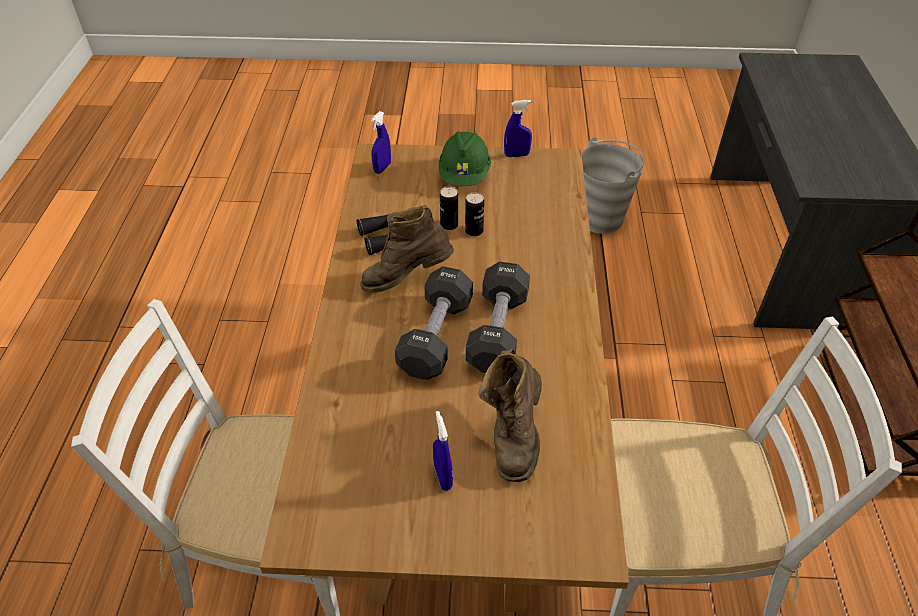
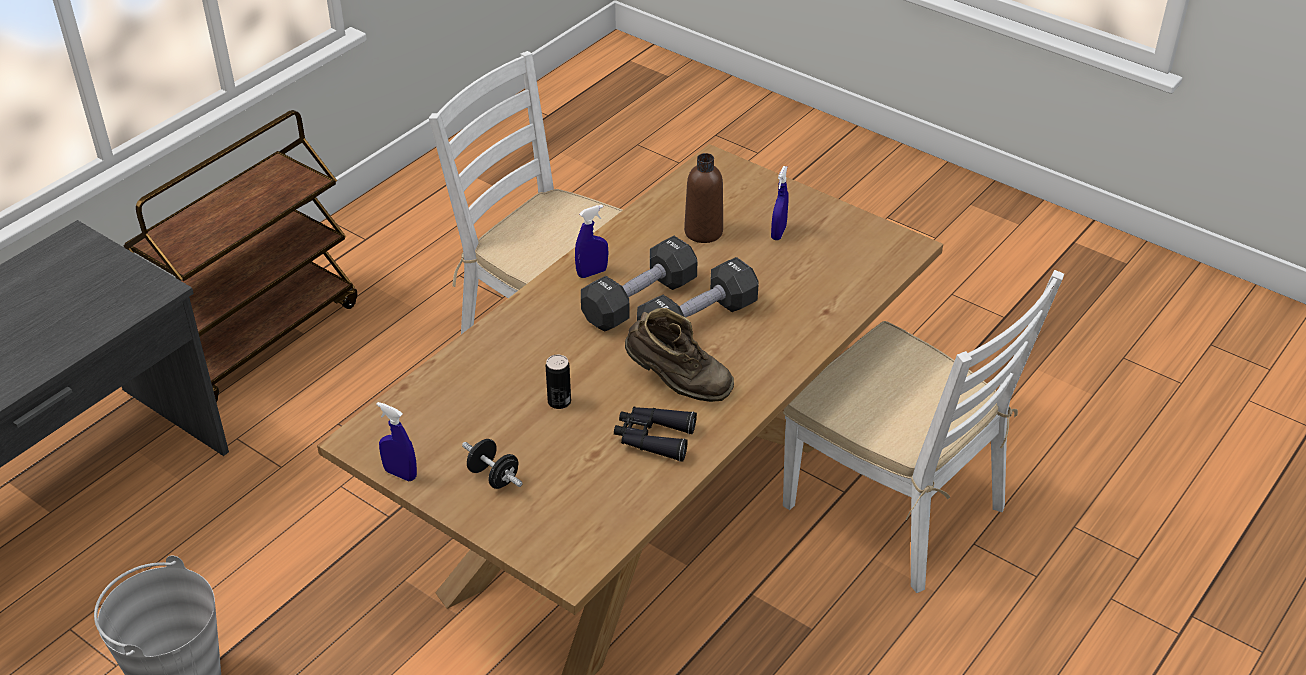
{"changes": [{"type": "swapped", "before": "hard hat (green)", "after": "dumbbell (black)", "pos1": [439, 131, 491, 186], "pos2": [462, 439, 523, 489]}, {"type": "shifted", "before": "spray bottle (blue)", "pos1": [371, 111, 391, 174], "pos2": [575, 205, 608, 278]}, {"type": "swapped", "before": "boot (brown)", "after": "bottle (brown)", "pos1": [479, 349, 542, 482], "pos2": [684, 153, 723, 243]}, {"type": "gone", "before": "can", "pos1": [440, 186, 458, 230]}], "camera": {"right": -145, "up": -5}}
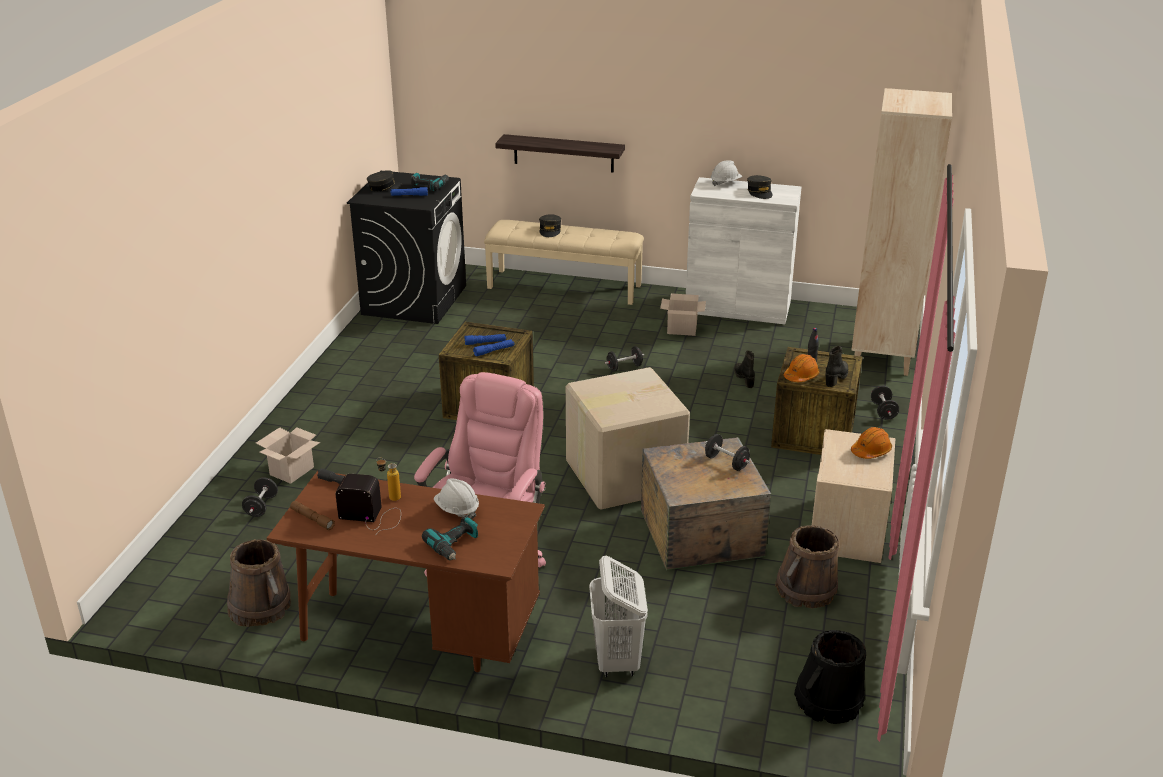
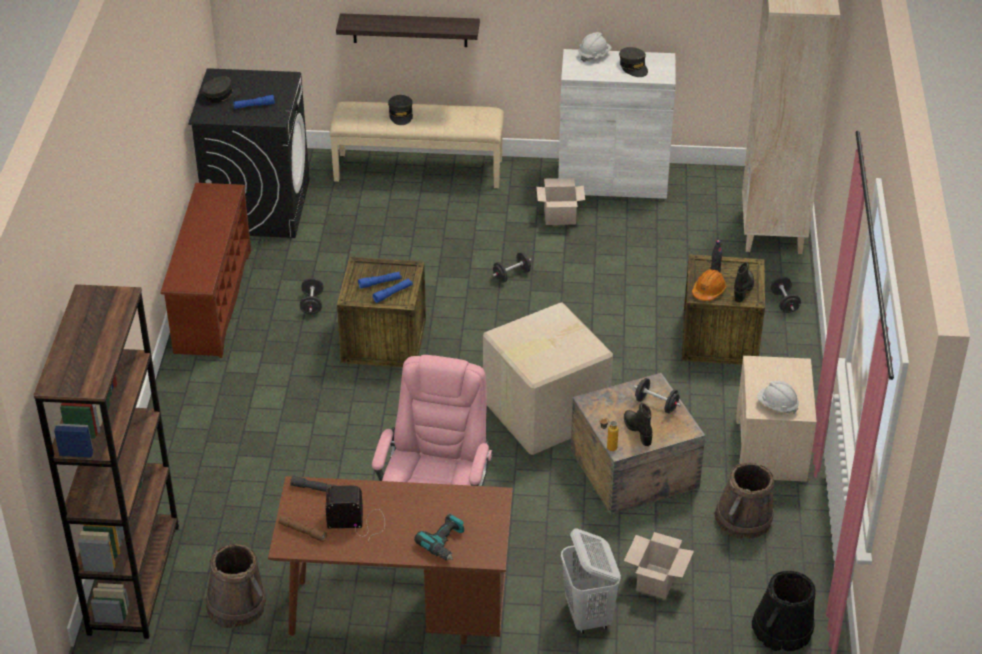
{"changes": [{"type": "new", "after": "bookcase (brown)", "pos2": [34, 284, 179, 639]}, {"type": "new", "after": "shoe rack (brown)", "pos2": [160, 183, 251, 358]}, {"type": "shifted", "before": "dumbbell (black)", "pos1": [242, 477, 278, 517], "pos2": [300, 278, 323, 314]}, {"type": "shifted", "before": "bottle", "pos1": [376, 457, 401, 501], "pos2": [600, 418, 619, 451]}, {"type": "shifted", "before": "boot (black)", "pos1": [734, 350, 755, 388], "pos2": [624, 403, 652, 446]}, {"type": "shifted", "before": "cardboard box", "pos1": [256, 427, 320, 484], "pos2": [624, 532, 694, 599]}, {"type": "shifted", "before": "hard hat (white)", "pos1": [434, 479, 479, 519], "pos2": [757, 381, 799, 413]}, {"type": "gone", "before": "power drill", "pos1": [411, 173, 449, 191]}, {"type": "gone", "before": "hard hat (orange)", "pos1": [851, 427, 892, 459]}], "camera": {"right": -10, "up": 10}}
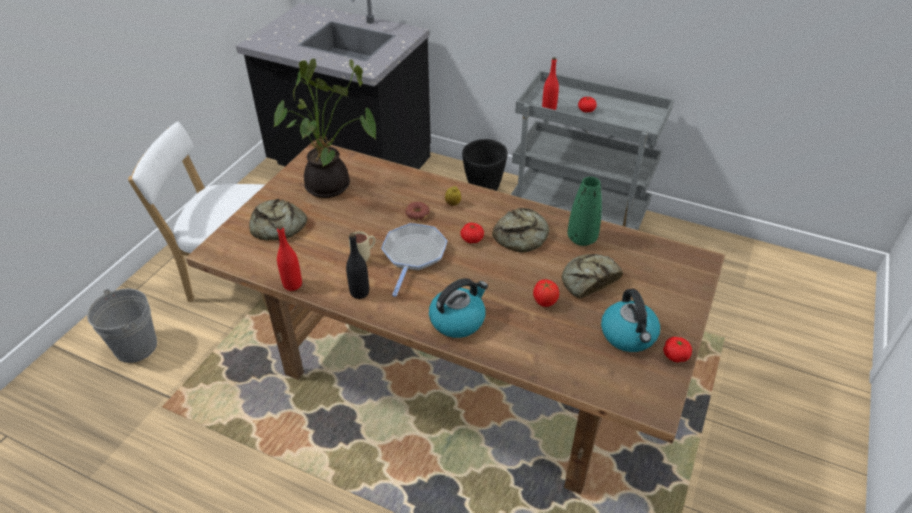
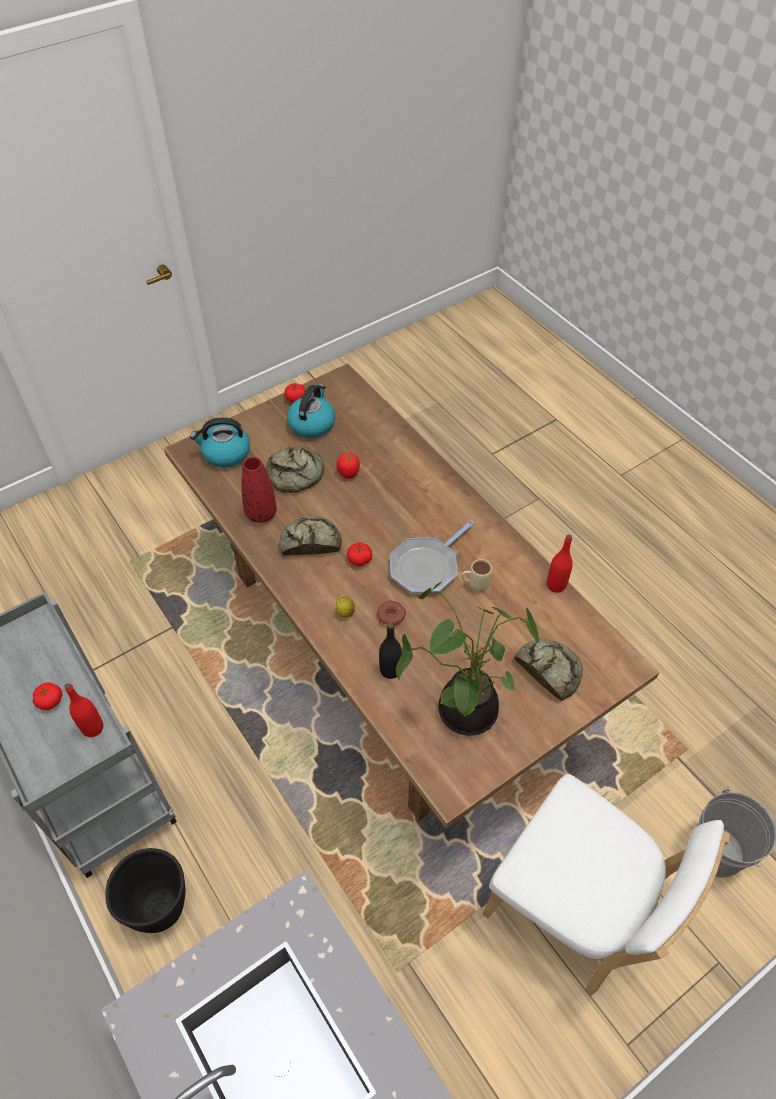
{"changes": [{"type": "shifted", "before": "kettle", "pos1": [429, 278, 488, 338], "pos2": [190, 417, 250, 467]}, {"type": "repainted", "before": "vase (green)", "after": "vase (red)", "pos1": [568, 177, 602, 246], "pos2": [241, 457, 277, 523]}, {"type": "shifted", "before": "bottle (black)", "pos1": [346, 233, 369, 299], "pos2": [379, 623, 402, 679]}], "camera": {"right": -150, "up": 10}}
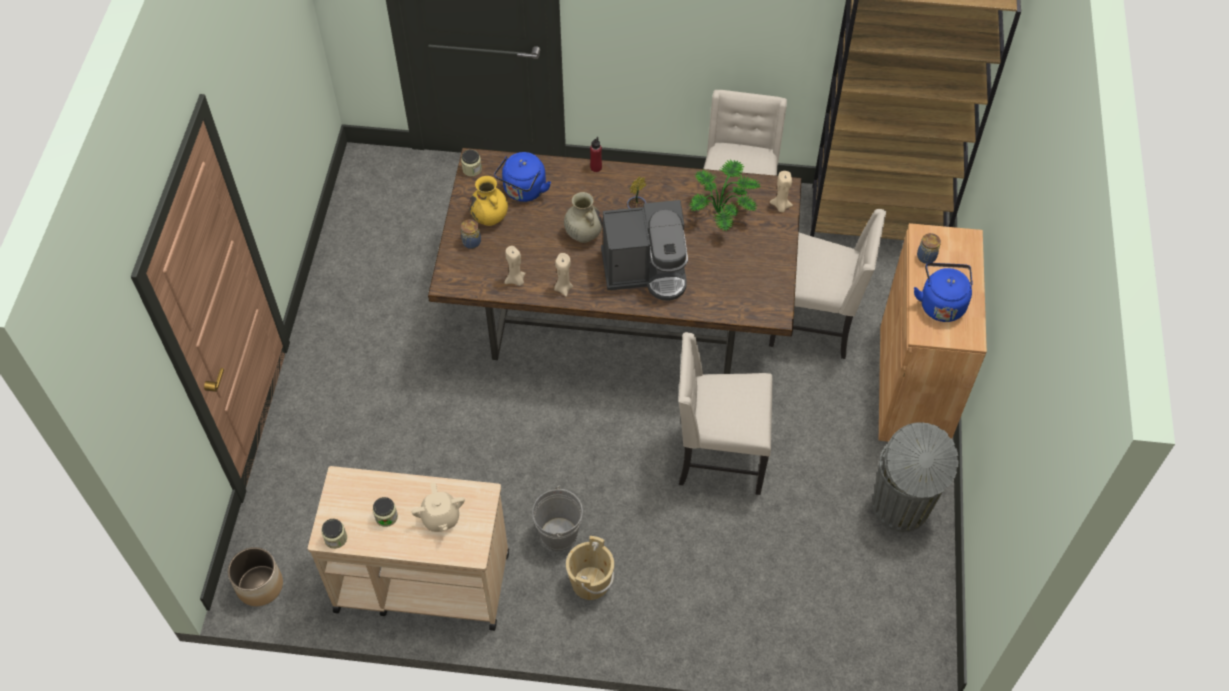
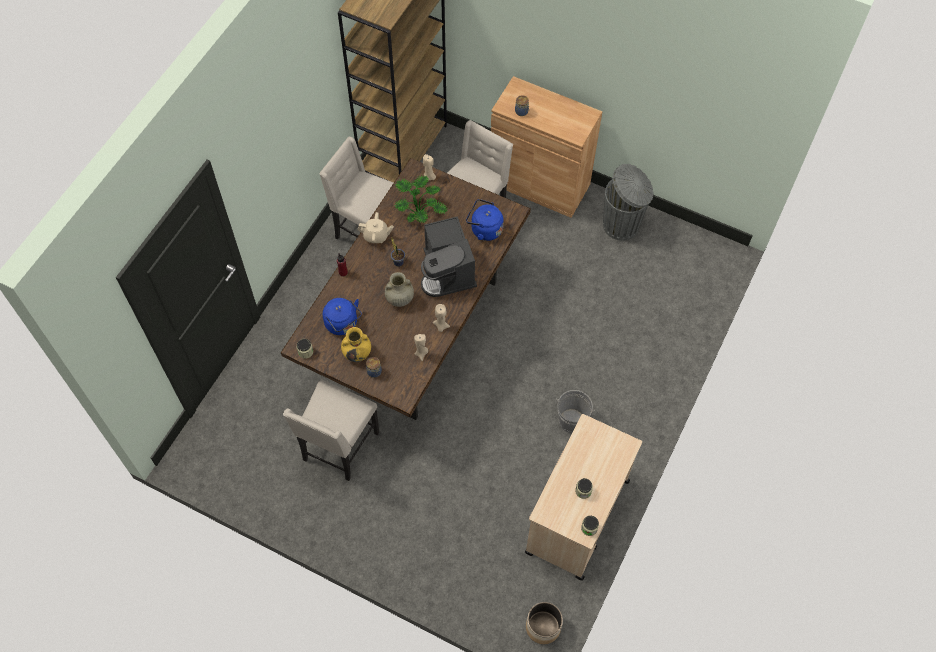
{"changes": [{"type": "shifted", "before": "chair (beige)", "pos1": [678, 332, 773, 495], "pos2": [283, 379, 379, 481]}, {"type": "shifted", "before": "teapot (beige)", "pos1": [412, 482, 465, 532], "pos2": [358, 212, 394, 243]}, {"type": "rotated", "before": "coffee machine", "pos1": [601, 200, 688, 301], "pos2": [421, 216, 477, 297], "turn": 150}, {"type": "shifted", "before": "kettle (blue)", "pos1": [914, 263, 973, 322], "pos2": [466, 199, 504, 241]}, {"type": "gone", "before": "bucket (beige)", "pos1": [566, 536, 614, 600]}], "camera": {"right": -70, "up": 5}}
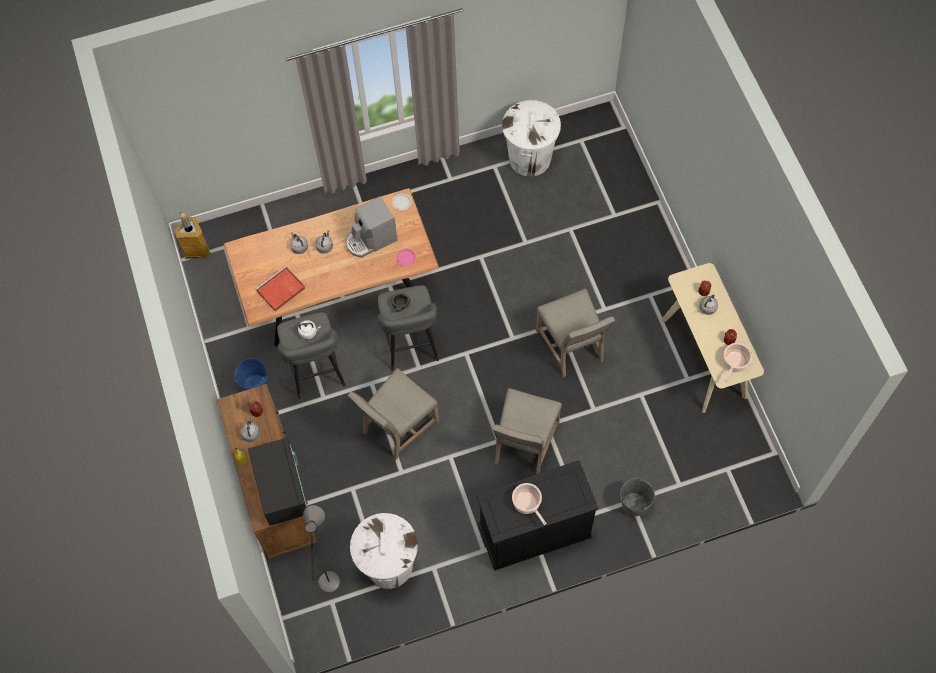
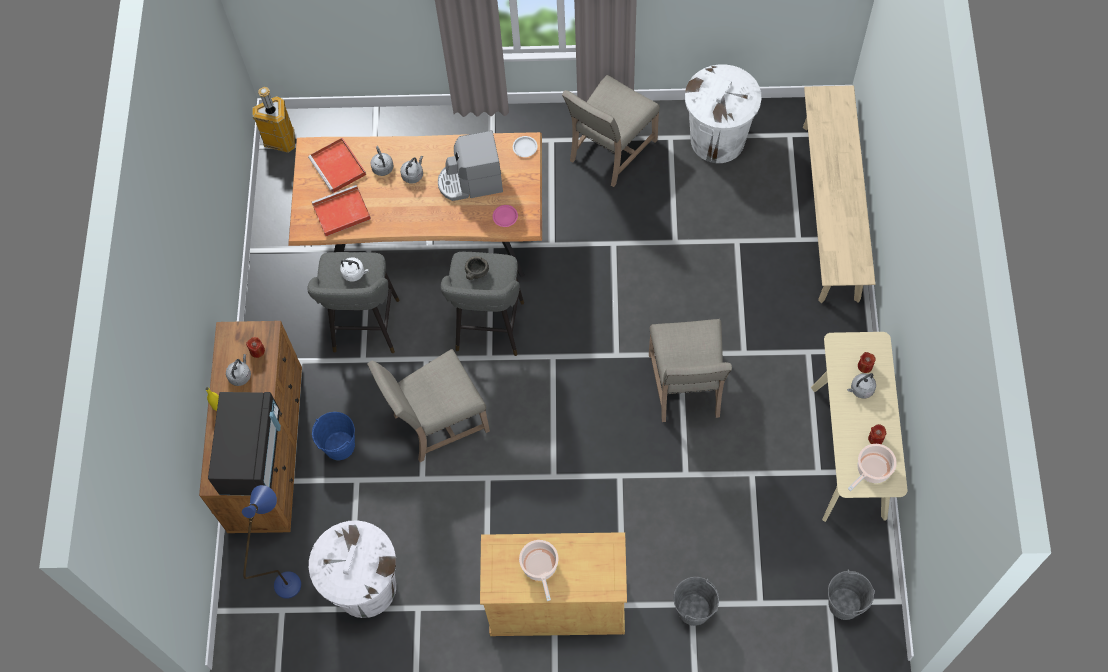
{"changes": [{"type": "repainted", "before": "floor lamp (grey)", "after": "floor lamp (blue)", "pos1": [303, 505, 340, 593], "pos2": [242, 485, 301, 599]}, {"type": "new", "after": "tray (red)", "pos2": [308, 138, 366, 193]}, {"type": "shifted", "before": "bucket (blue)", "pos1": [234, 359, 267, 391], "pos2": [312, 412, 355, 460]}, {"type": "repainted", "before": "cabinet (black)", "after": "cabinet (beige)", "pos1": [476, 460, 598, 571], "pos2": [480, 532, 627, 636]}, {"type": "shifted", "before": "chair (beige)", "pos1": [492, 388, 562, 474], "pos2": [562, 75, 660, 187]}, {"type": "new", "after": "bench (beige)", "pos2": [803, 85, 875, 303]}, {"type": "new", "after": "bucket (grey)", "pos2": [828, 569, 875, 620]}], "camera": {"right": 20, "up": 0}}
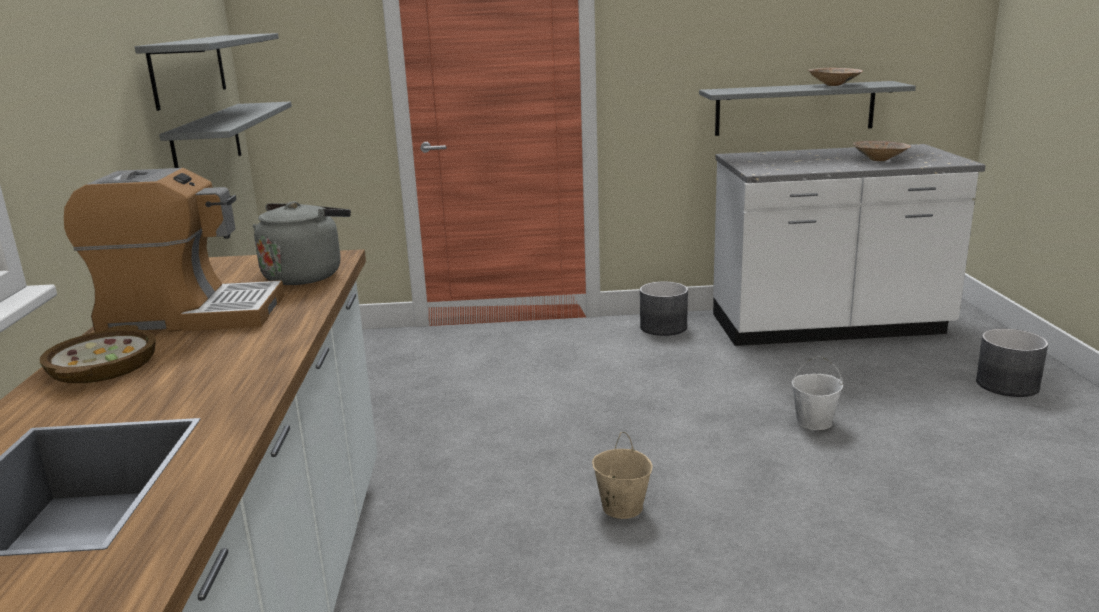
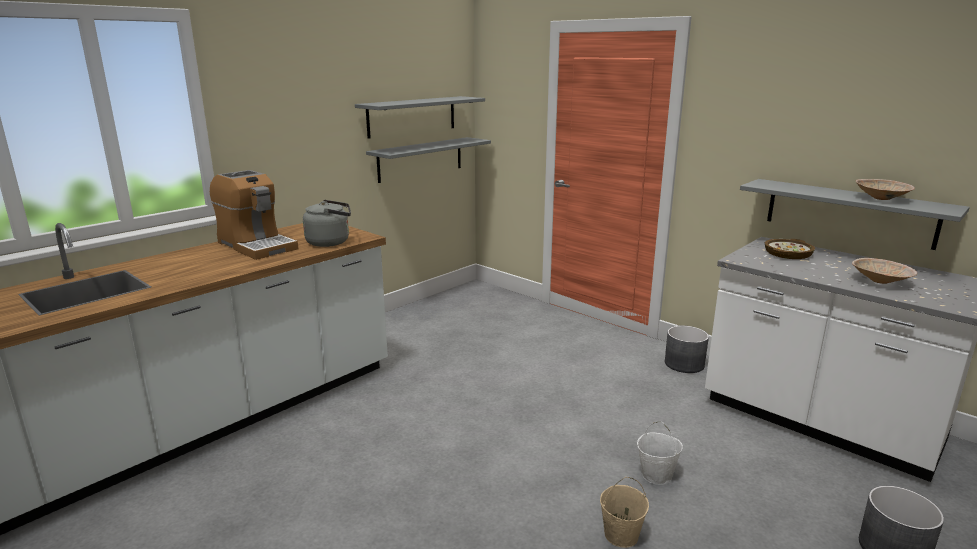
{"changes": [{"type": "shifted", "before": "bucket (beige)", "pos1": [592, 432, 653, 519], "pos2": [600, 477, 649, 548]}, {"type": "shifted", "before": "bowl", "pos1": [40, 325, 156, 383], "pos2": [765, 239, 815, 259]}], "camera": {"right": 45, "up": 0}}
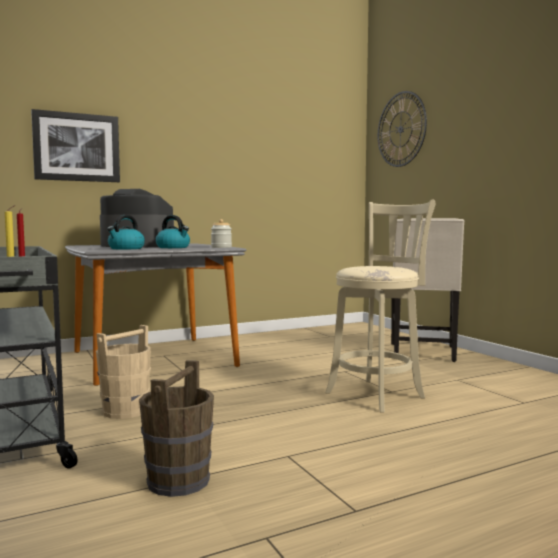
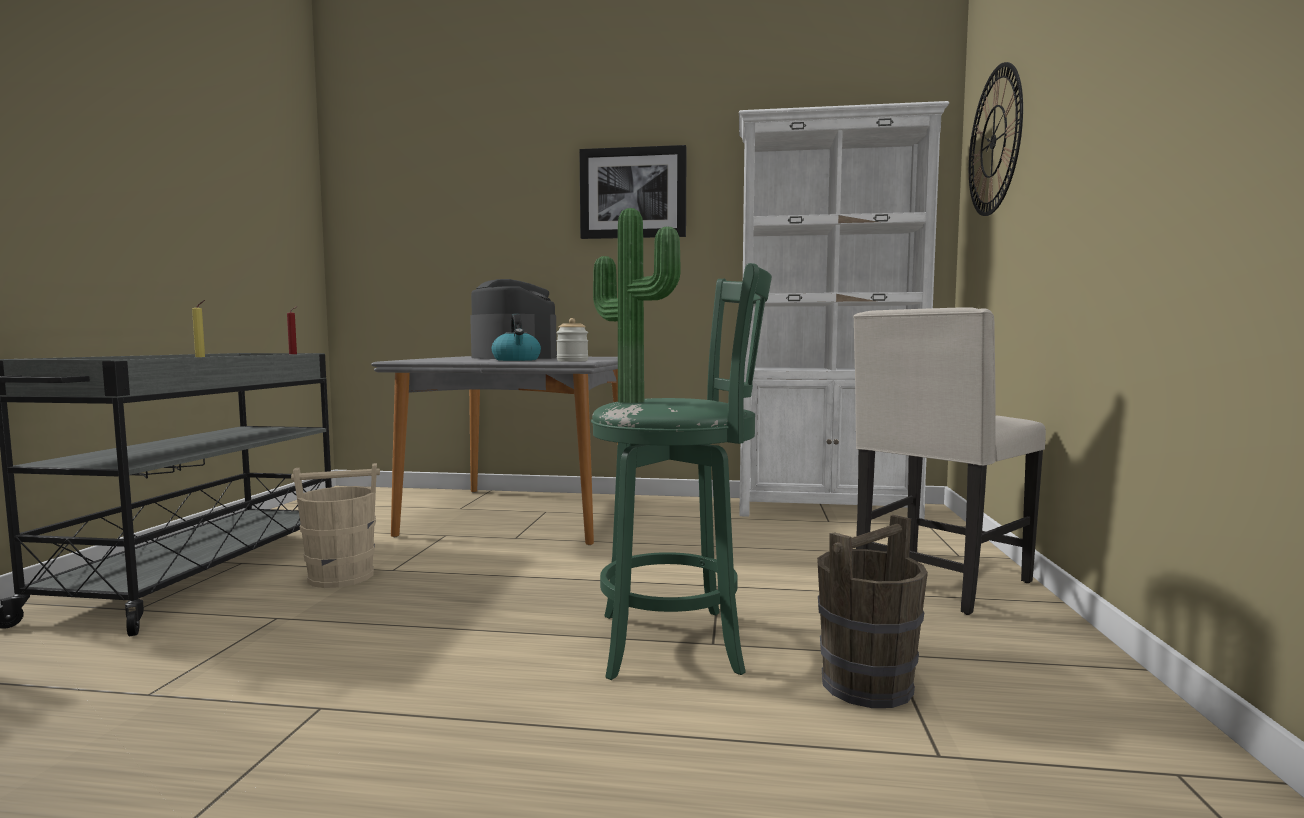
{"changes": [{"type": "shifted", "before": "picture", "pos1": [31, 109, 120, 182], "pos2": [579, 145, 687, 239]}, {"type": "repainted", "before": "stool (beige)", "after": "stool (green)", "pos1": [325, 199, 435, 413], "pos2": [591, 263, 772, 680]}, {"type": "new", "after": "potted plant", "pos2": [593, 208, 681, 403]}, {"type": "new", "after": "bookcase (white)", "pos2": [739, 101, 949, 519]}, {"type": "shifted", "before": "bucket (brown)", "pos1": [139, 360, 214, 497], "pos2": [817, 515, 928, 708]}, {"type": "gone", "before": "kettle", "pos1": [107, 215, 145, 249]}], "camera": {"right": 35, "up": 0}}
